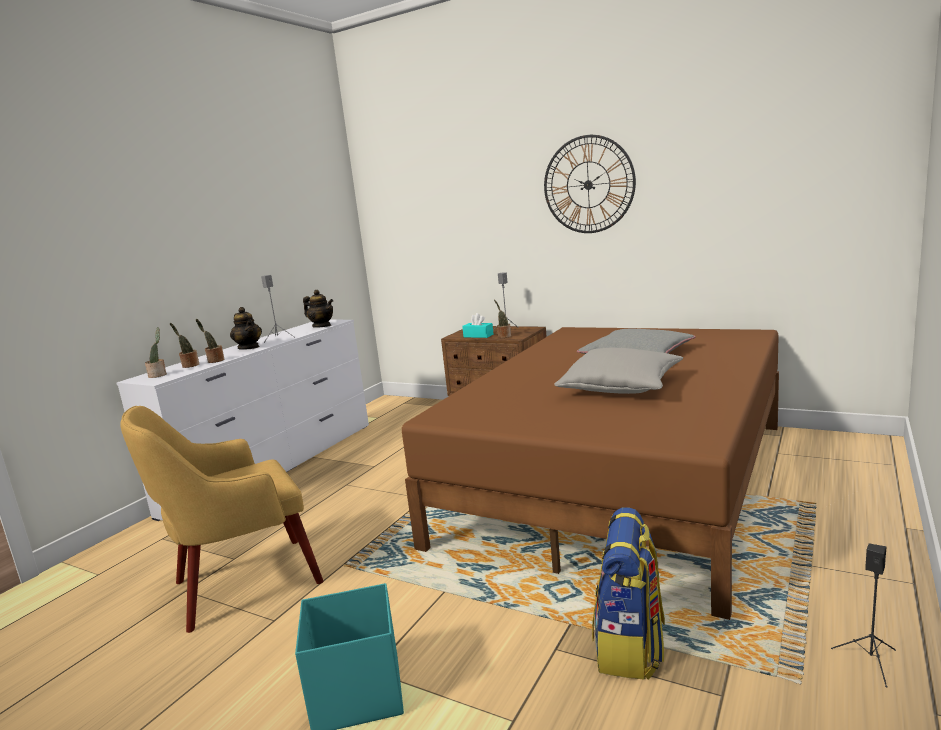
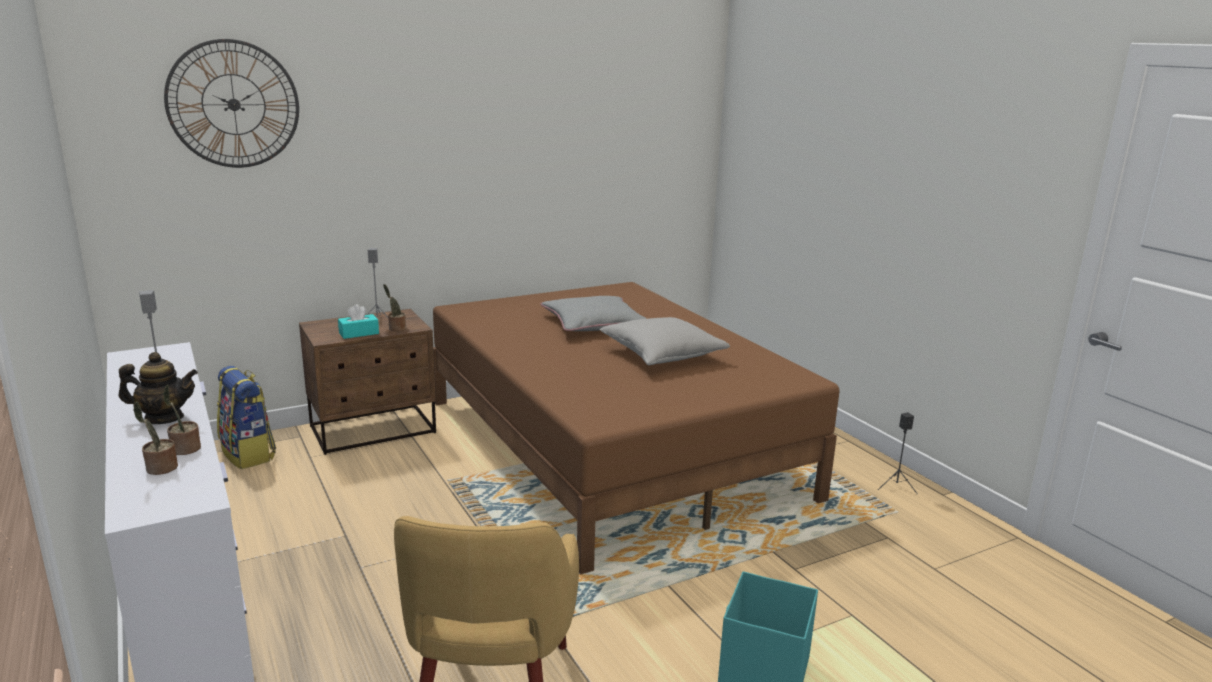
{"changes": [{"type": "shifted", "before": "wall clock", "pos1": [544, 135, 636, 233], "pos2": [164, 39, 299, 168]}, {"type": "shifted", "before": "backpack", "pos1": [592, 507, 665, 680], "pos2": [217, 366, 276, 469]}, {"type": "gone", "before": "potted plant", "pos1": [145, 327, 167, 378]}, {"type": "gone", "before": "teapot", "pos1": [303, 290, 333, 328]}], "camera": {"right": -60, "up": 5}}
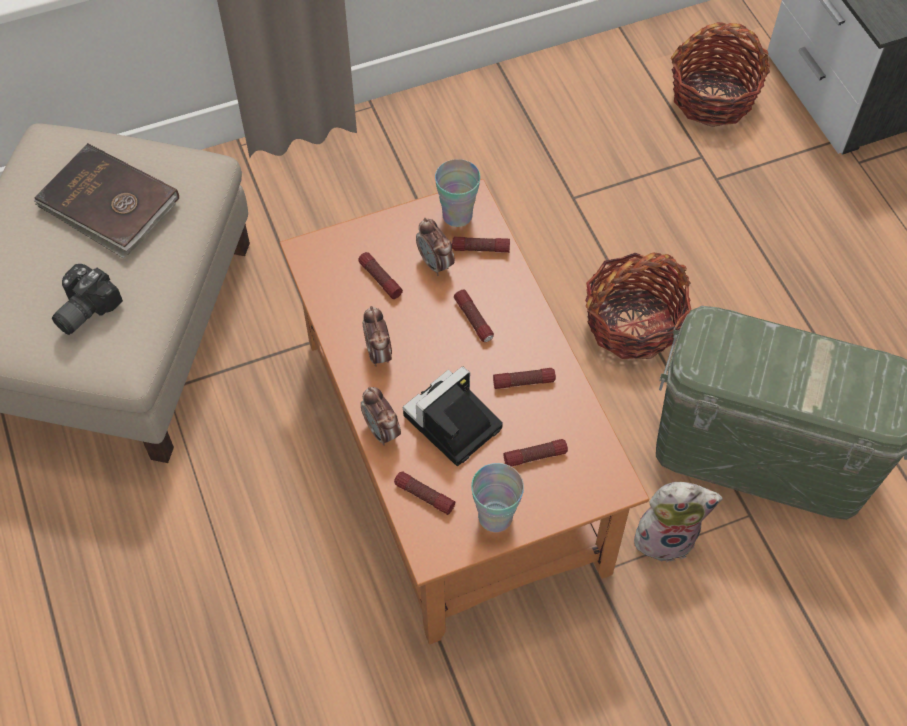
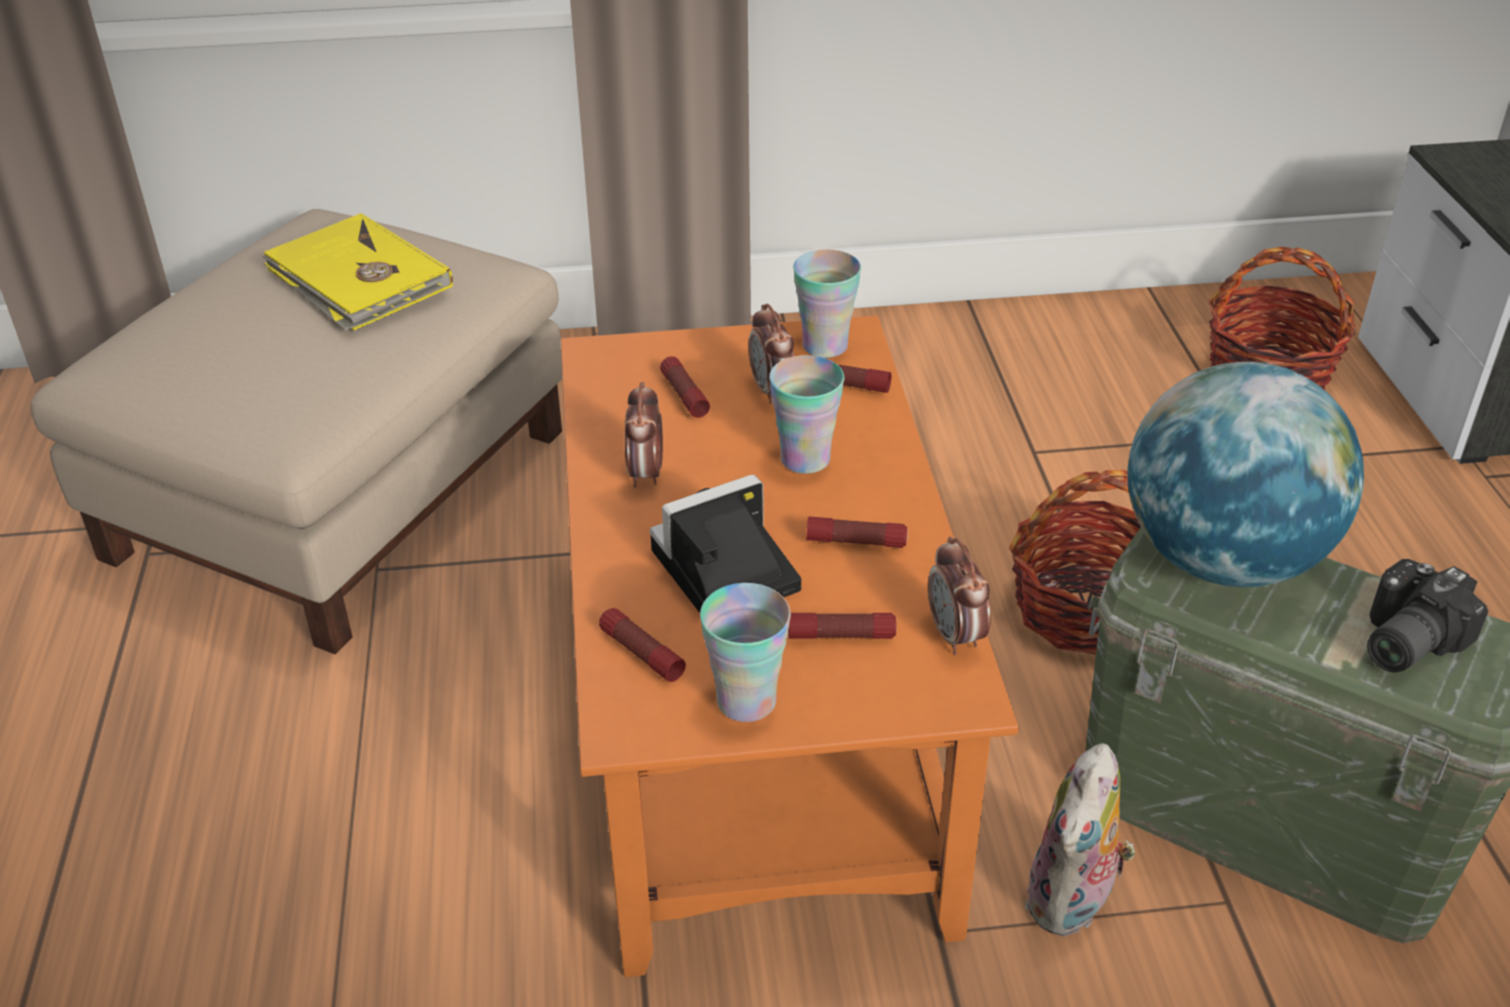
{"changes": [{"type": "repainted", "before": "book (brown)", "after": "book (yellow)", "pos1": [34, 143, 179, 258], "pos2": [262, 213, 453, 330]}, {"type": "swapped", "before": "flashlight", "after": "cup", "pos1": [454, 289, 494, 342], "pos2": [769, 355, 844, 474]}, {"type": "shifted", "before": "alarm clock", "pos1": [361, 387, 401, 446], "pos2": [928, 537, 991, 655]}, {"type": "rotated", "before": "plush toy", "pos1": [634, 482, 723, 563], "pos2": [1025, 744, 1135, 937], "turn": 105}, {"type": "new", "after": "globe", "pos2": [1127, 362, 1364, 587]}, {"type": "shifted", "before": "photo camera", "pos1": [52, 264, 123, 335], "pos2": [1367, 559, 1488, 672]}], "camera": {"right": 15, "up": -20}}
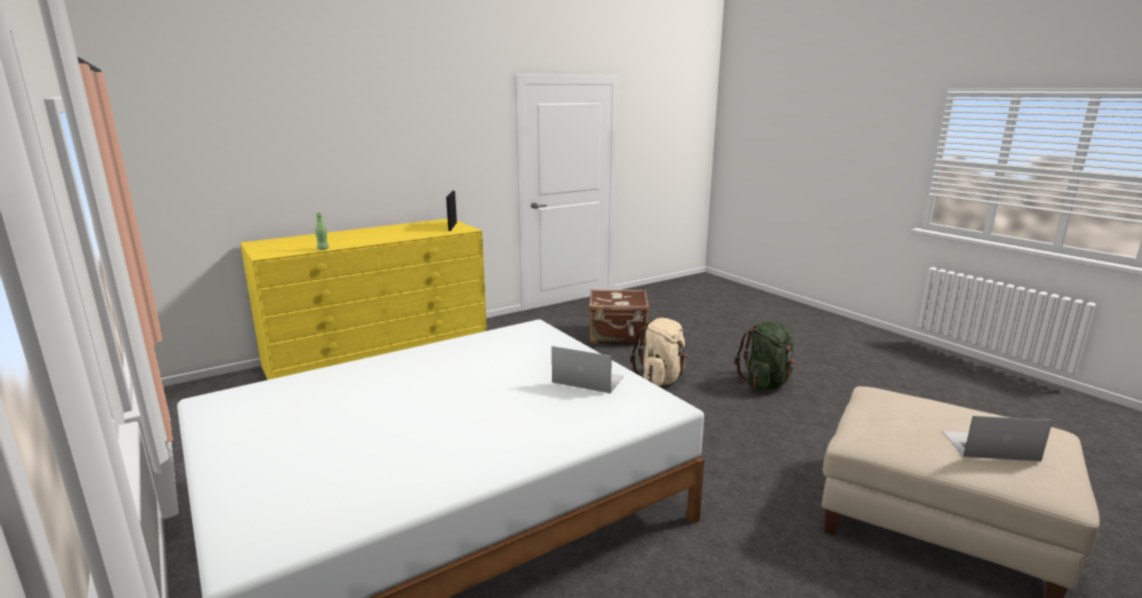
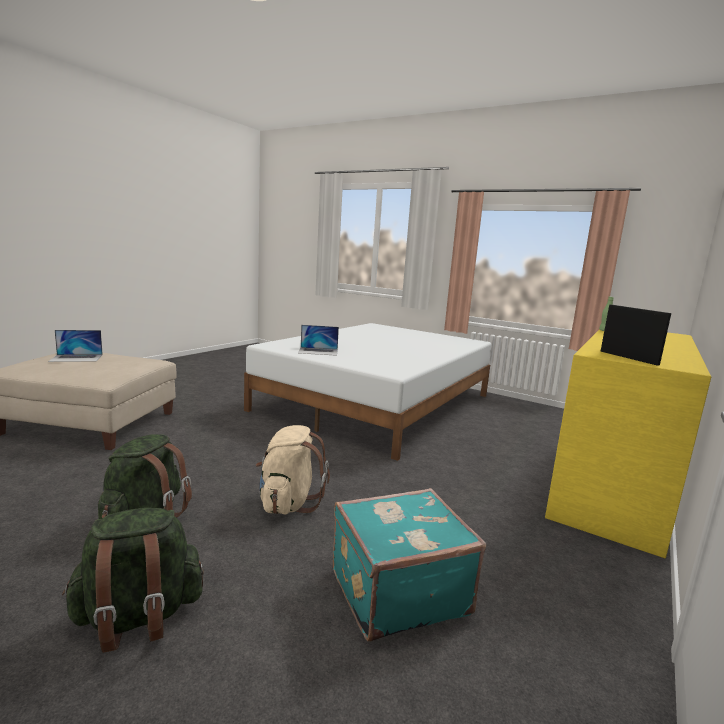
{"changes": [{"type": "new", "after": "backpack (green)", "pos2": [62, 508, 204, 653]}, {"type": "repainted", "before": "suitcase (brown)", "after": "suitcase (turquoise)", "pos1": [589, 289, 649, 345], "pos2": [333, 488, 486, 642]}], "camera": {"right": 155, "up": -5}}
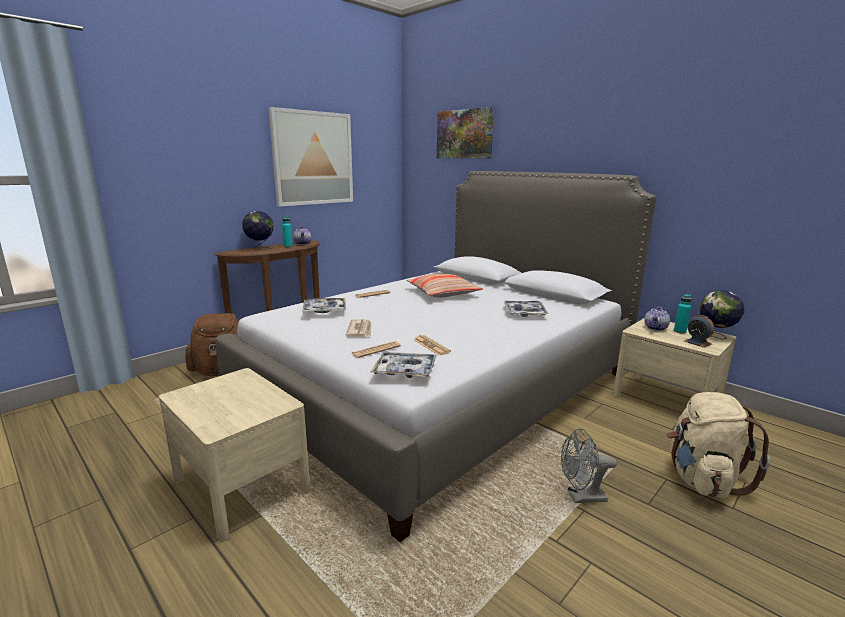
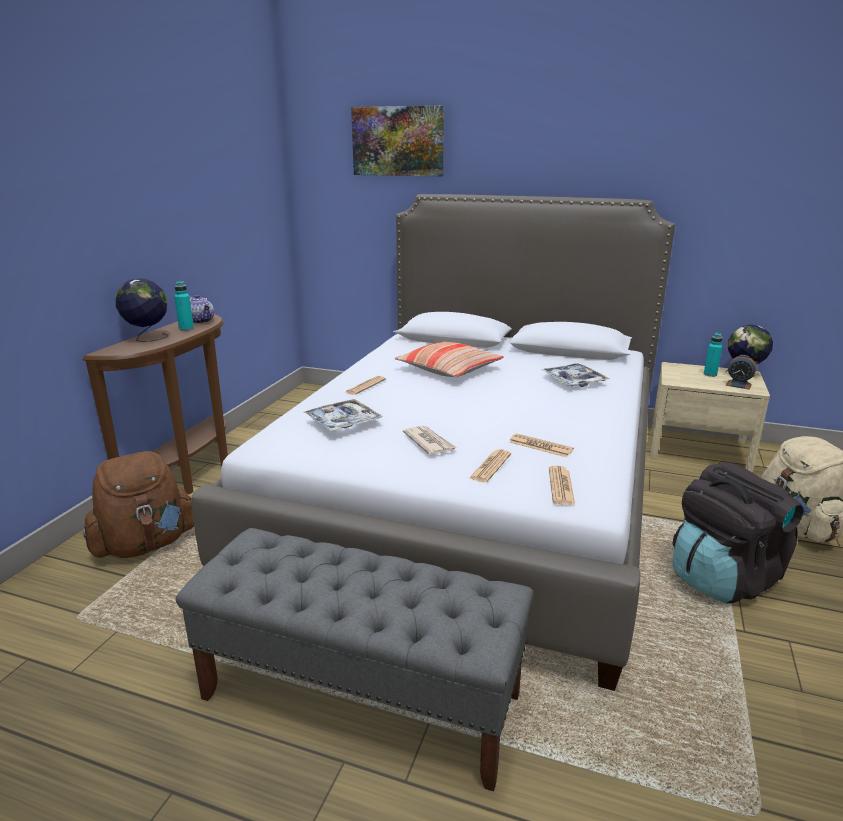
{"changes": [{"type": "swapped", "before": "nightstand (beige)", "after": "bench (grey)", "pos1": [159, 368, 310, 542], "pos2": [176, 528, 533, 791]}, {"type": "swapped", "before": "tray", "after": "newspaper", "pos1": [371, 352, 437, 378], "pos2": [549, 466, 575, 505]}, {"type": "swapped", "before": "fan (grey)", "after": "backpack (black)", "pos1": [561, 428, 617, 503], "pos2": [672, 462, 803, 603]}, {"type": "gone", "before": "picture", "pos1": [269, 107, 353, 207]}, {"type": "gone", "before": "teapot", "pos1": [644, 307, 670, 331]}], "camera": {"right": -25, "up": 5}}
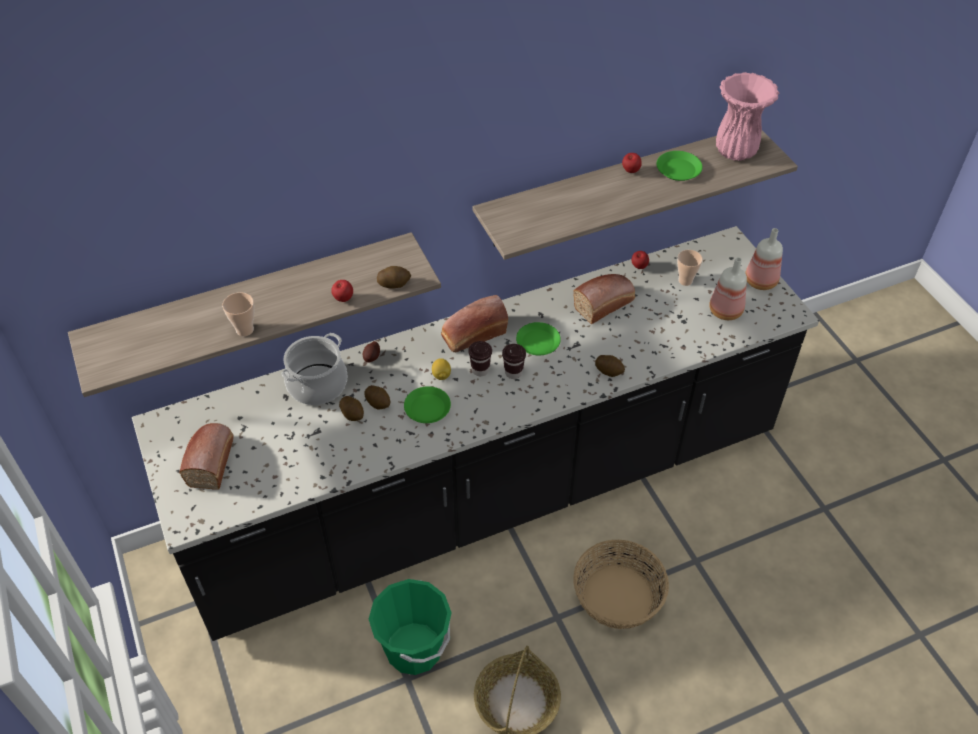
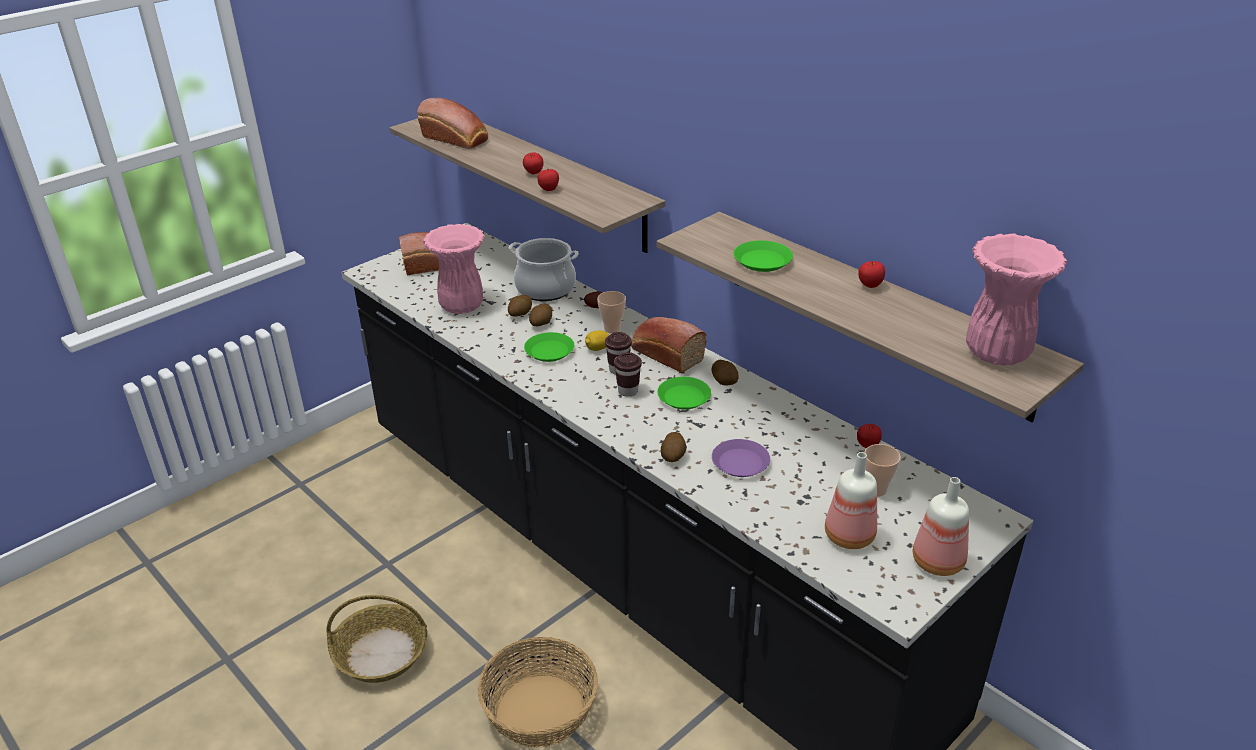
{"changes": [{"type": "shifted", "before": "bread", "pos1": [574, 274, 635, 324], "pos2": [417, 98, 488, 149]}, {"type": "new", "after": "vase (pink)", "pos2": [423, 224, 485, 314]}, {"type": "new", "after": "apple", "pos2": [523, 152, 544, 175]}, {"type": "shifted", "before": "cup", "pos1": [222, 292, 254, 336], "pos2": [597, 291, 626, 334]}, {"type": "shifted", "before": "potato", "pos1": [377, 266, 411, 289], "pos2": [711, 360, 739, 386]}, {"type": "new", "after": "plate (purple)", "pos2": [712, 439, 770, 477]}, {"type": "shifted", "before": "plate (green)", "pos1": [657, 151, 703, 181], "pos2": [734, 240, 793, 272]}, {"type": "gone", "before": "bucket (green)", "pos1": [369, 579, 452, 675]}], "camera": {"right": 70, "up": -15}}
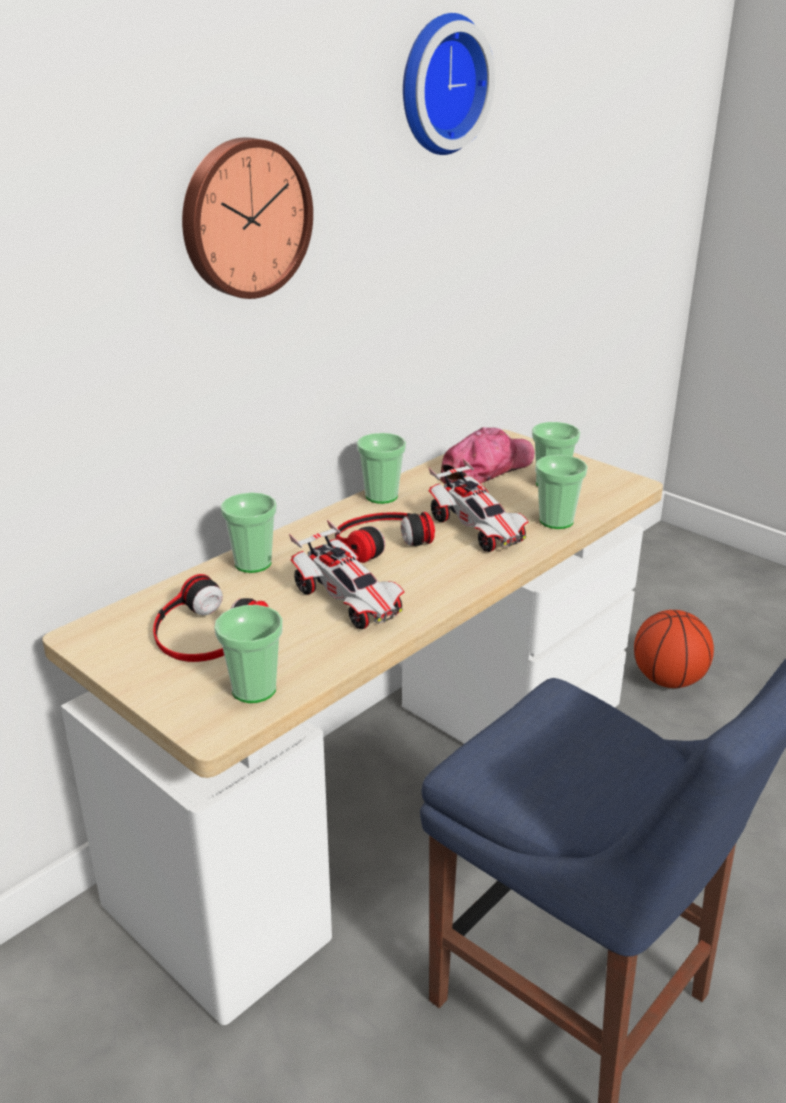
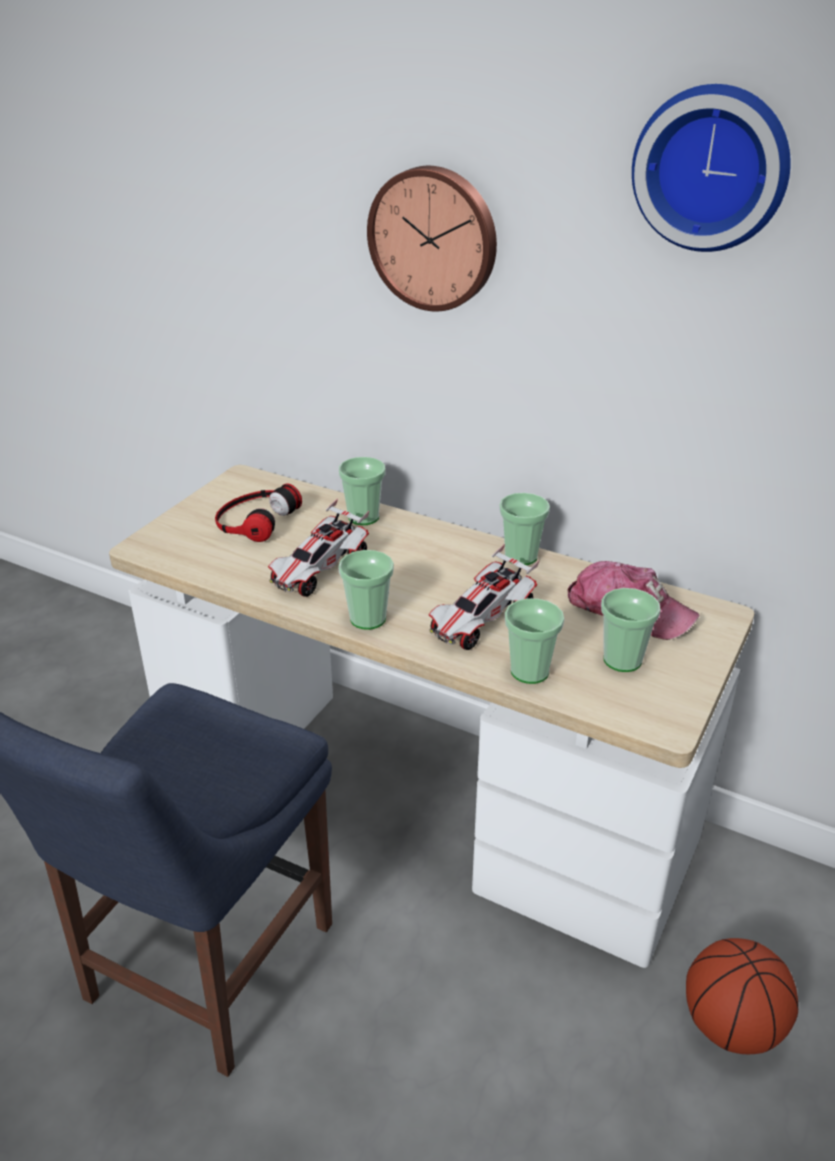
{"changes": [{"type": "shifted", "before": "cup", "pos1": [214, 605, 283, 703], "pos2": [338, 550, 394, 630]}, {"type": "gone", "before": "headphones", "pos1": [335, 512, 435, 563]}], "camera": {"right": 75, "up": 5}}
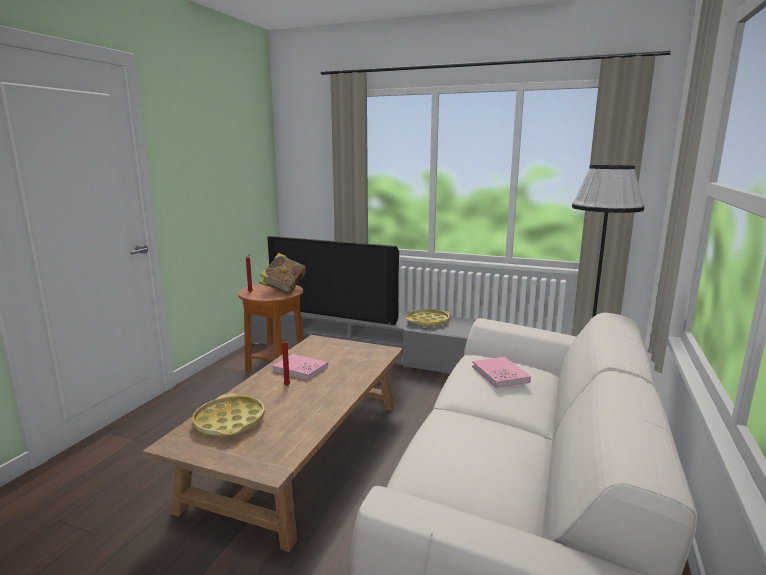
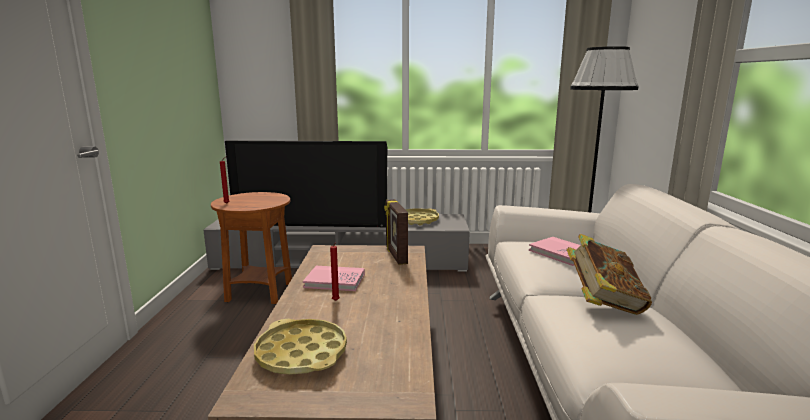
{"changes": [{"type": "new", "after": "picture frame", "pos2": [384, 199, 408, 265]}, {"type": "shifted", "before": "book", "pos1": [259, 253, 306, 294], "pos2": [566, 234, 652, 315]}], "camera": {"right": -20, "up": 0}}
